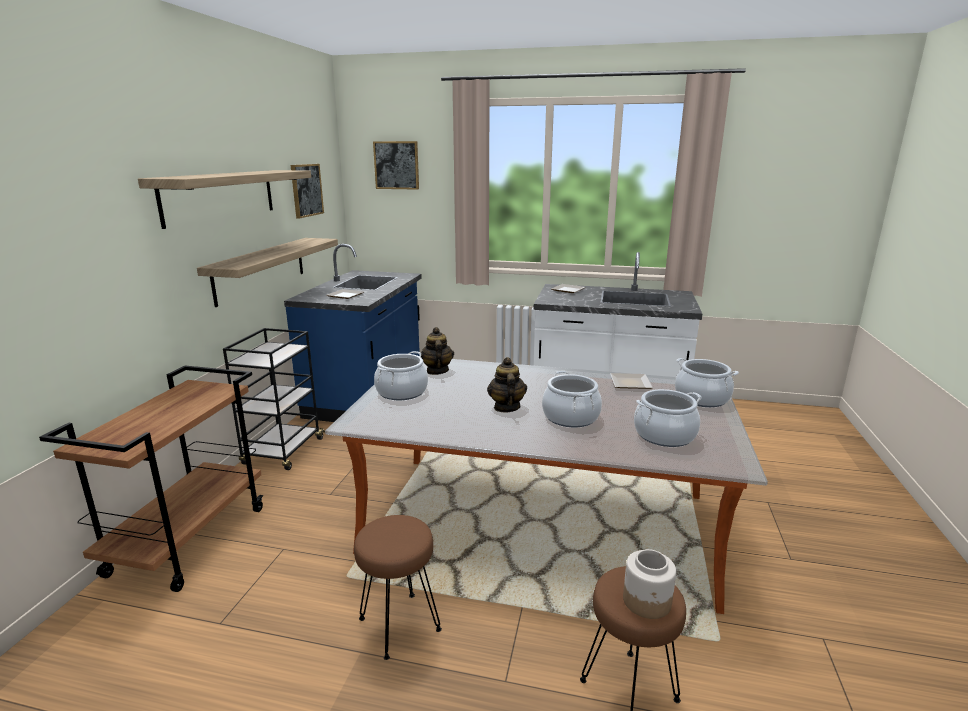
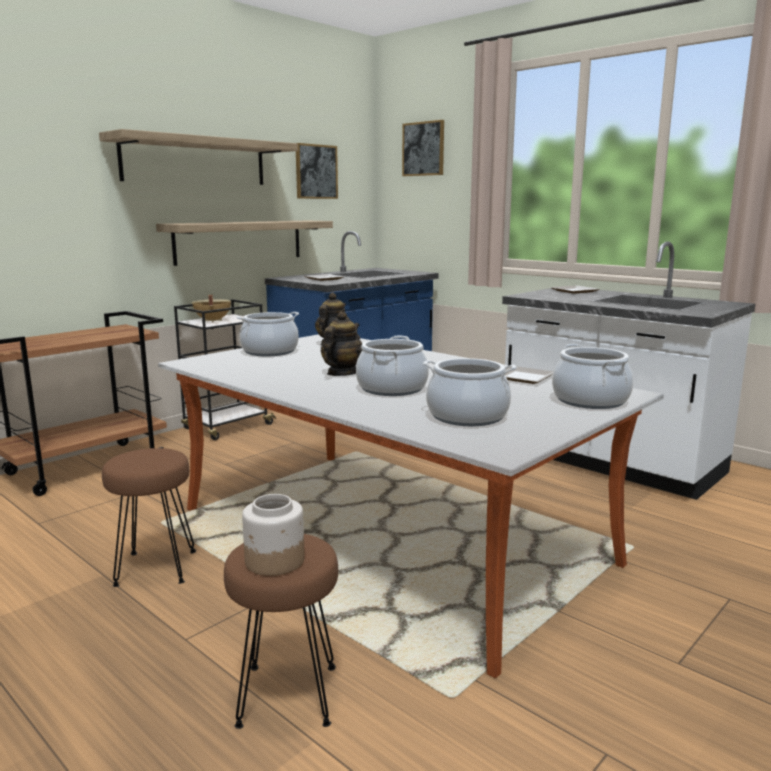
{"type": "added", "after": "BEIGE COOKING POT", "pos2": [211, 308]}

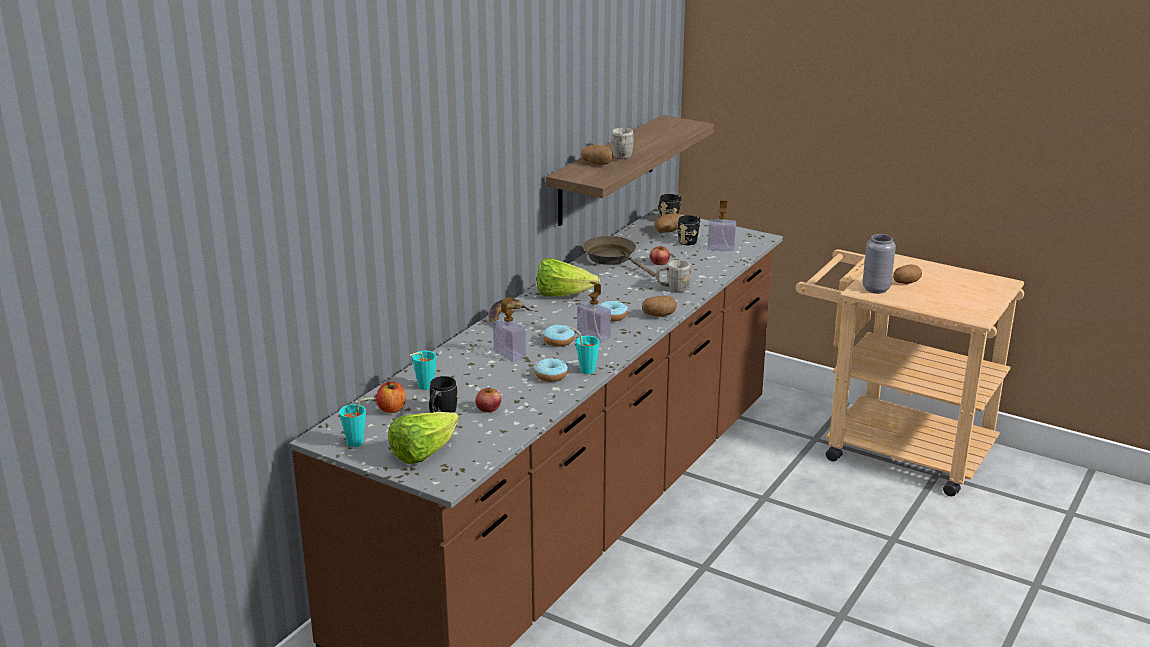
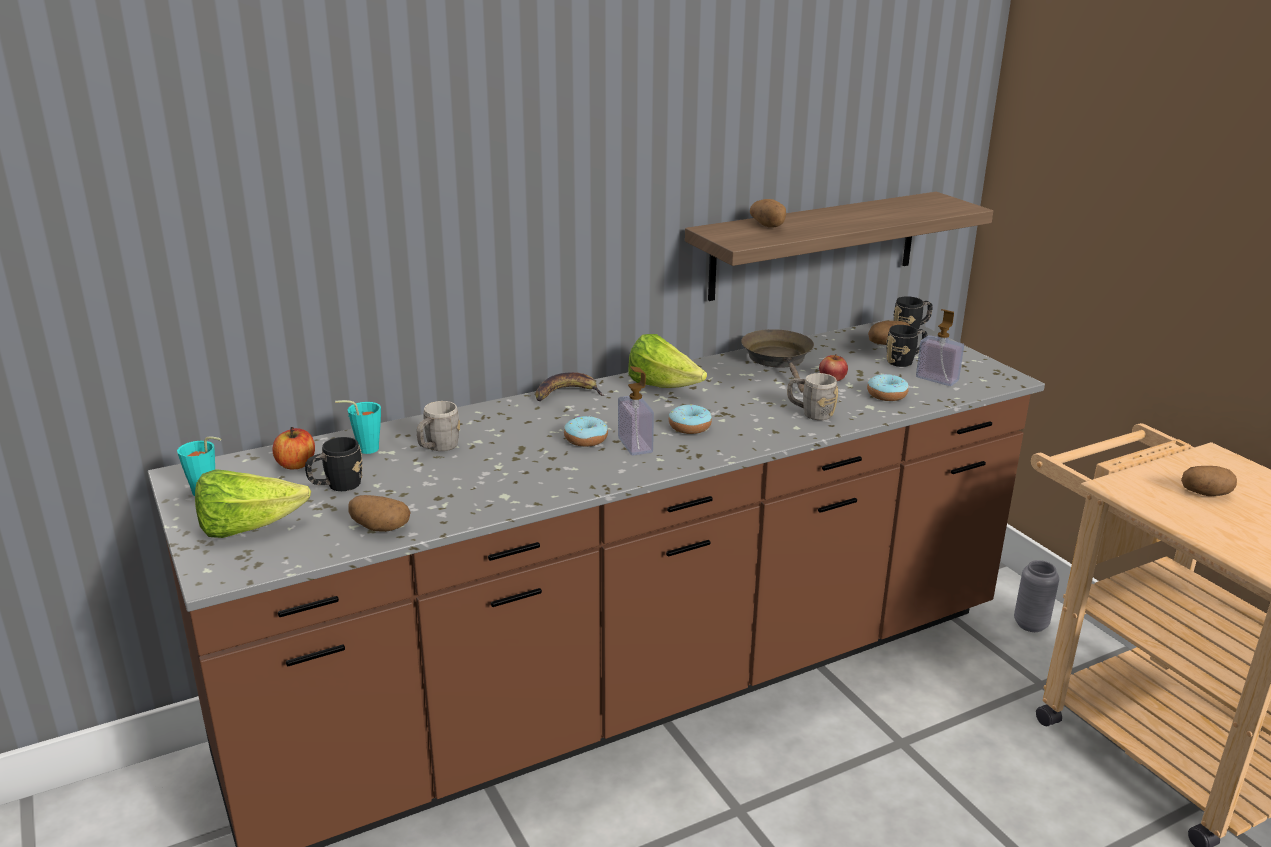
{"type": "moved", "before": "POTATO", "pos1": [659, 306], "pos2": [379, 513]}
{"type": "moved", "before": "GREY MUG", "pos1": [622, 143], "pos2": [438, 426]}
{"type": "moved", "before": "DONUT", "pos1": [551, 370], "pos2": [888, 387]}
{"type": "moved", "before": "GREY VASE", "pos1": [879, 264], "pos2": [1036, 596]}
{"type": "removed", "before": "APPLE", "pos1": [488, 400]}
{"type": "removed", "before": "SOAP DISPENSER", "pos1": [509, 329]}
{"type": "removed", "before": "TURQUOISE CUP", "pos1": [585, 350]}

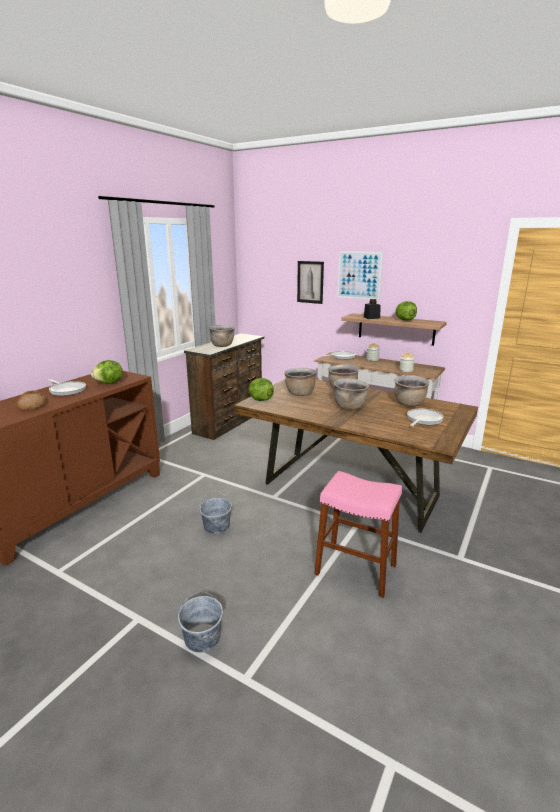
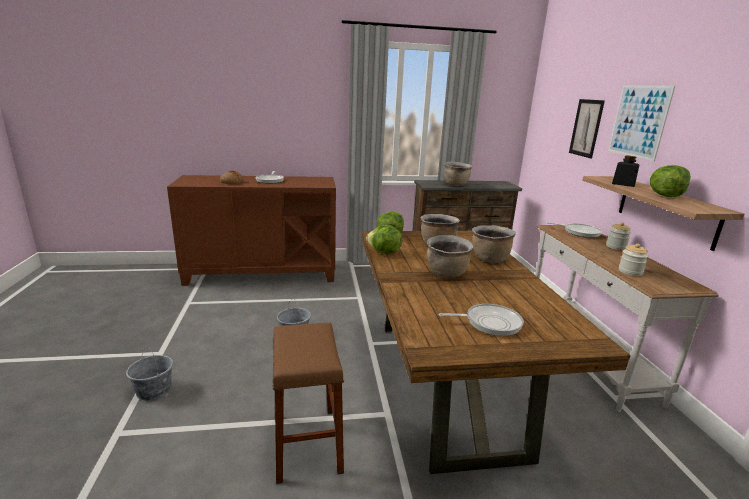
{"type": "recoloured", "before": "PINK STOOL", "after": "BROWN STOOL", "pos1": [358, 534], "pos2": [308, 403]}
{"type": "moved", "before": "LETTUCE", "pos1": [107, 372], "pos2": [384, 239]}
{"type": "removed", "before": "BROWN COOKING POT", "pos1": [412, 391]}

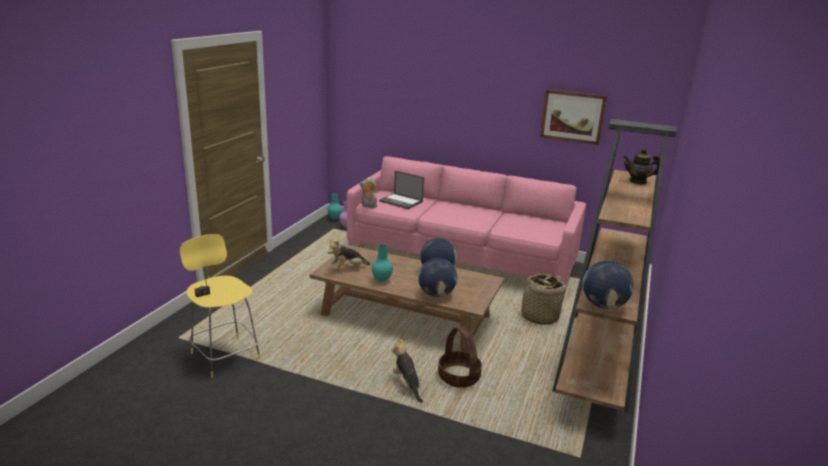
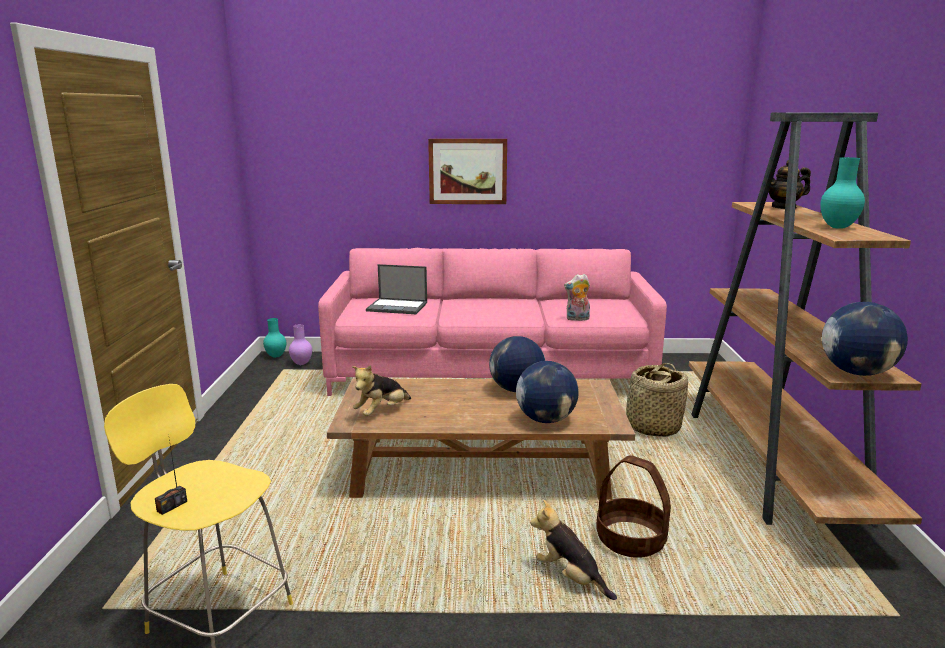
{"type": "moved", "before": "PICTURE", "pos1": [573, 117], "pos2": [467, 171]}
{"type": "moved", "before": "PLUSH TOY", "pos1": [368, 193], "pos2": [577, 297]}
{"type": "moved", "before": "TURQUOISE VASE", "pos1": [382, 263], "pos2": [842, 193]}

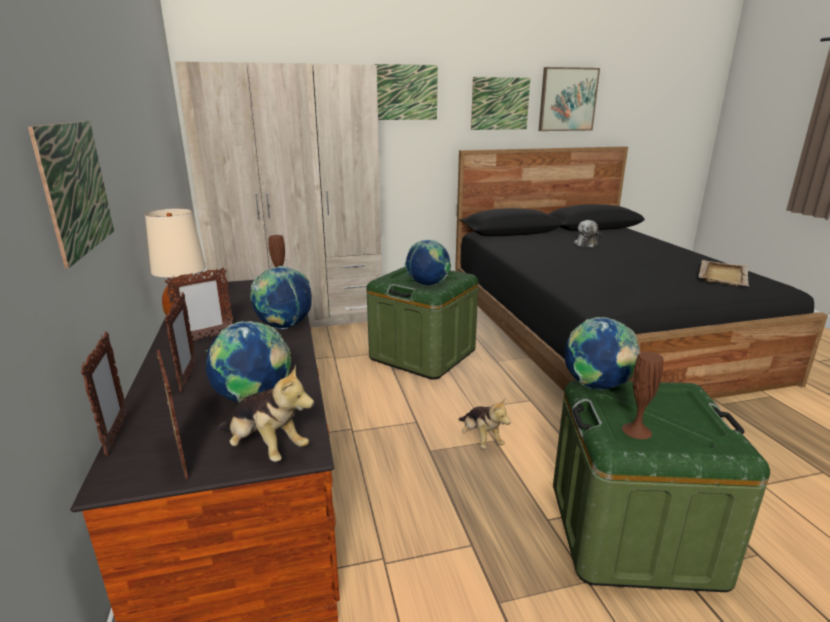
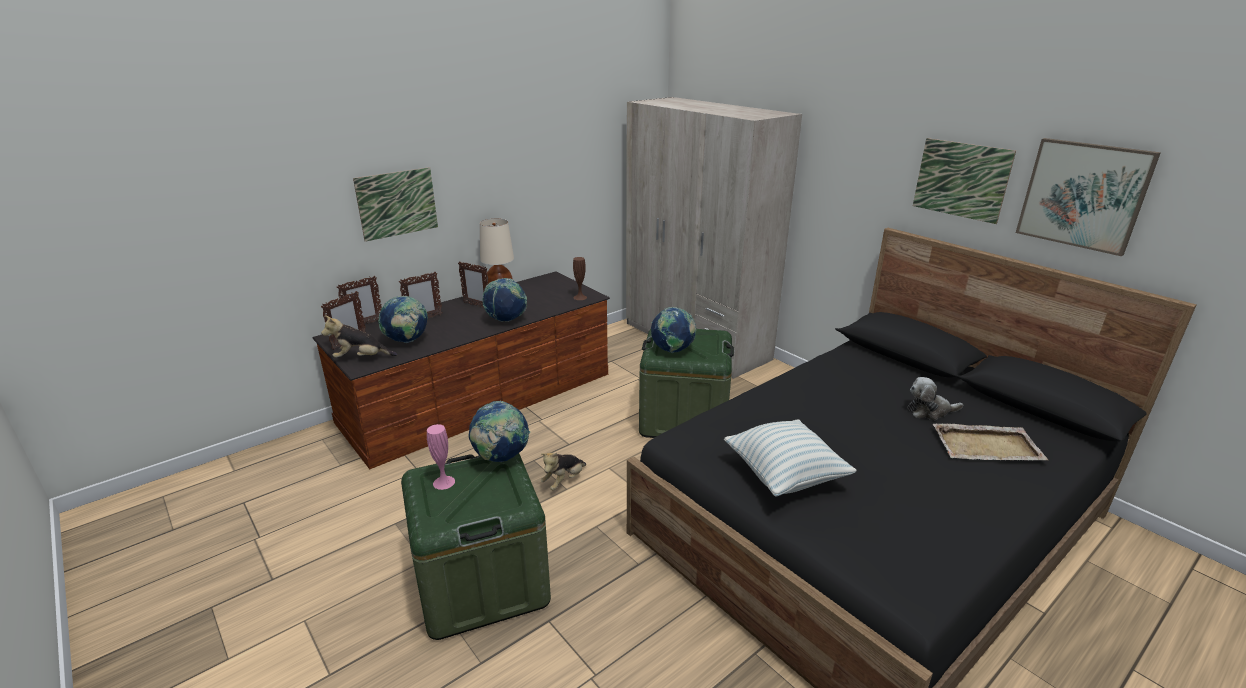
{"type": "turned", "before": "PLUSH TOY", "pos1": [265, 413], "pos2": [359, 337], "turn": 75}
{"type": "recoloured", "before": "BROWN VASE", "after": "PINK VASE", "pos1": [643, 395], "pos2": [441, 457]}
{"type": "added", "after": "PILLOW", "pos2": [790, 458]}
{"type": "moved", "before": "BEIGE TRAY", "pos1": [724, 273], "pos2": [990, 442]}
{"type": "removed", "before": "PICTURE", "pos1": [406, 92]}

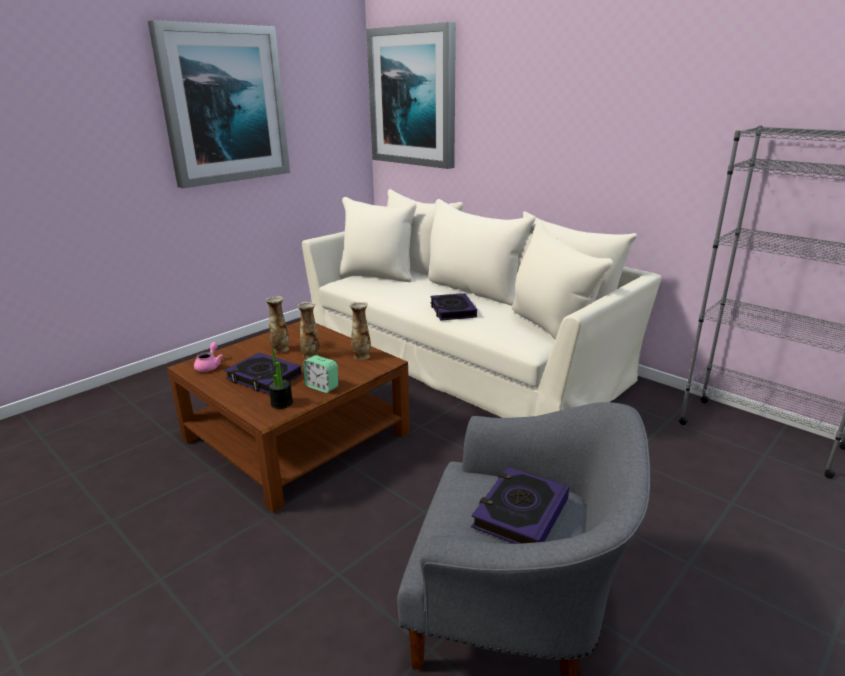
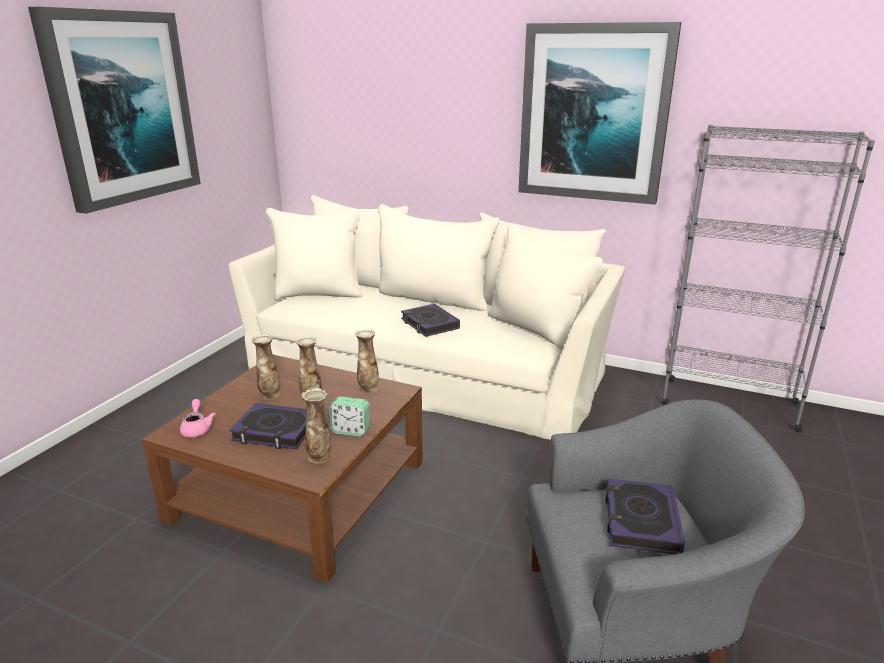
{"type": "replaced", "before": "POTTED PLANT", "after": "VASE", "pos1": [280, 378], "pos2": [316, 425]}
{"type": "moved", "before": "PICTURE", "pos1": [411, 95], "pos2": [599, 113]}

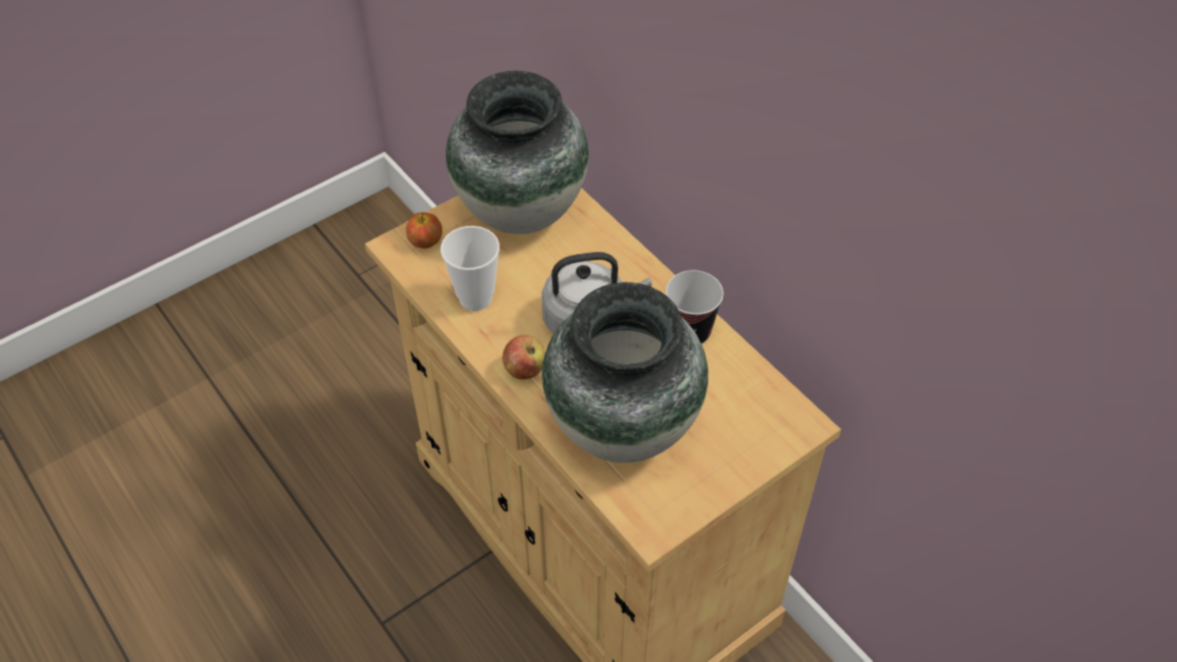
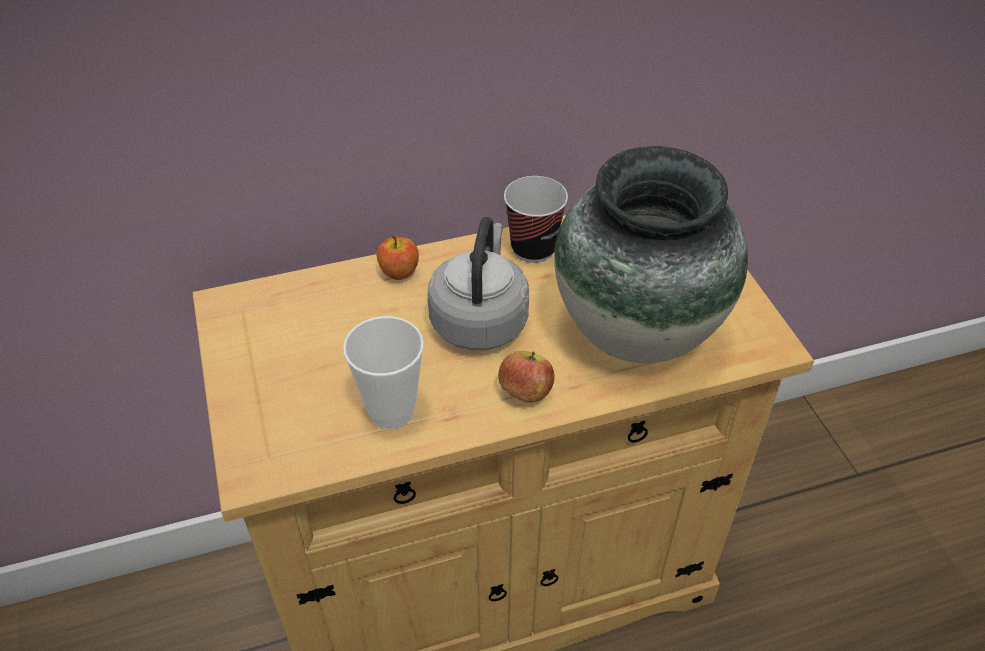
{"type": "moved", "before": "APPLE", "pos1": [424, 230], "pos2": [398, 258]}
{"type": "removed", "before": "VASE", "pos1": [517, 152]}

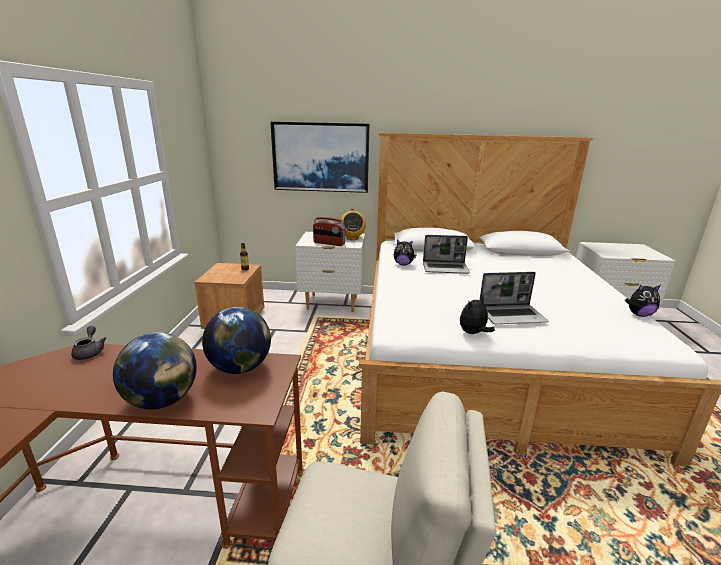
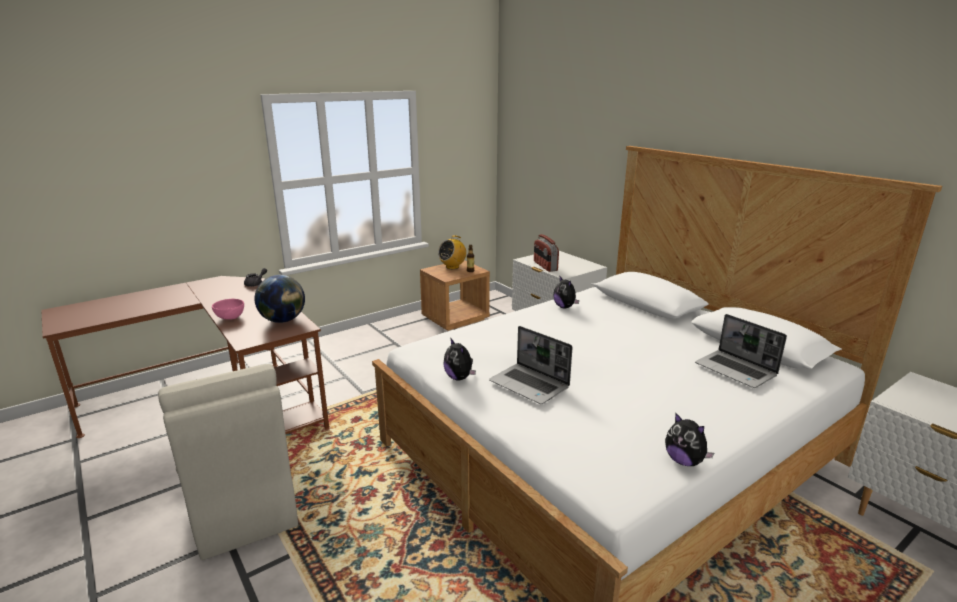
{"type": "replaced", "before": "GLOBE", "after": "PINK BOWL", "pos1": [155, 370], "pos2": [228, 309]}
{"type": "moved", "before": "RADIO", "pos1": [353, 224], "pos2": [452, 252]}
{"type": "turned", "before": "PLUSH TOY", "pos1": [477, 315], "pos2": [460, 359], "turn": -135}
{"type": "moved", "before": "LAPTOP", "pos1": [446, 254], "pos2": [741, 351]}
{"type": "removed", "before": "PICTURE", "pos1": [320, 157]}

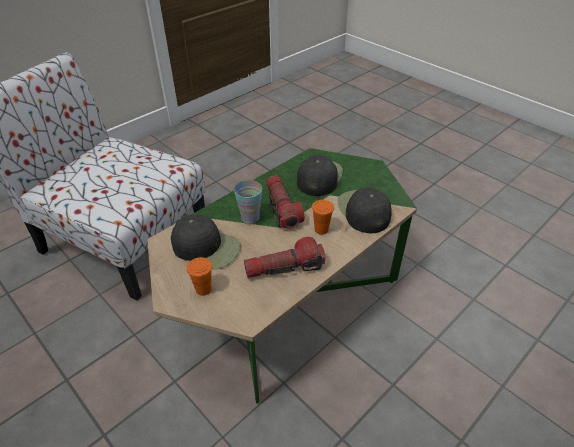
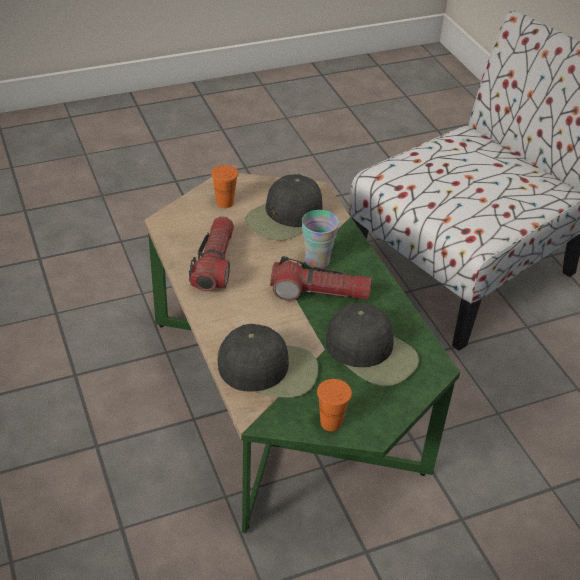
{"type": "moved", "before": "ORANGE CUP", "pos1": [323, 217], "pos2": [334, 405]}

